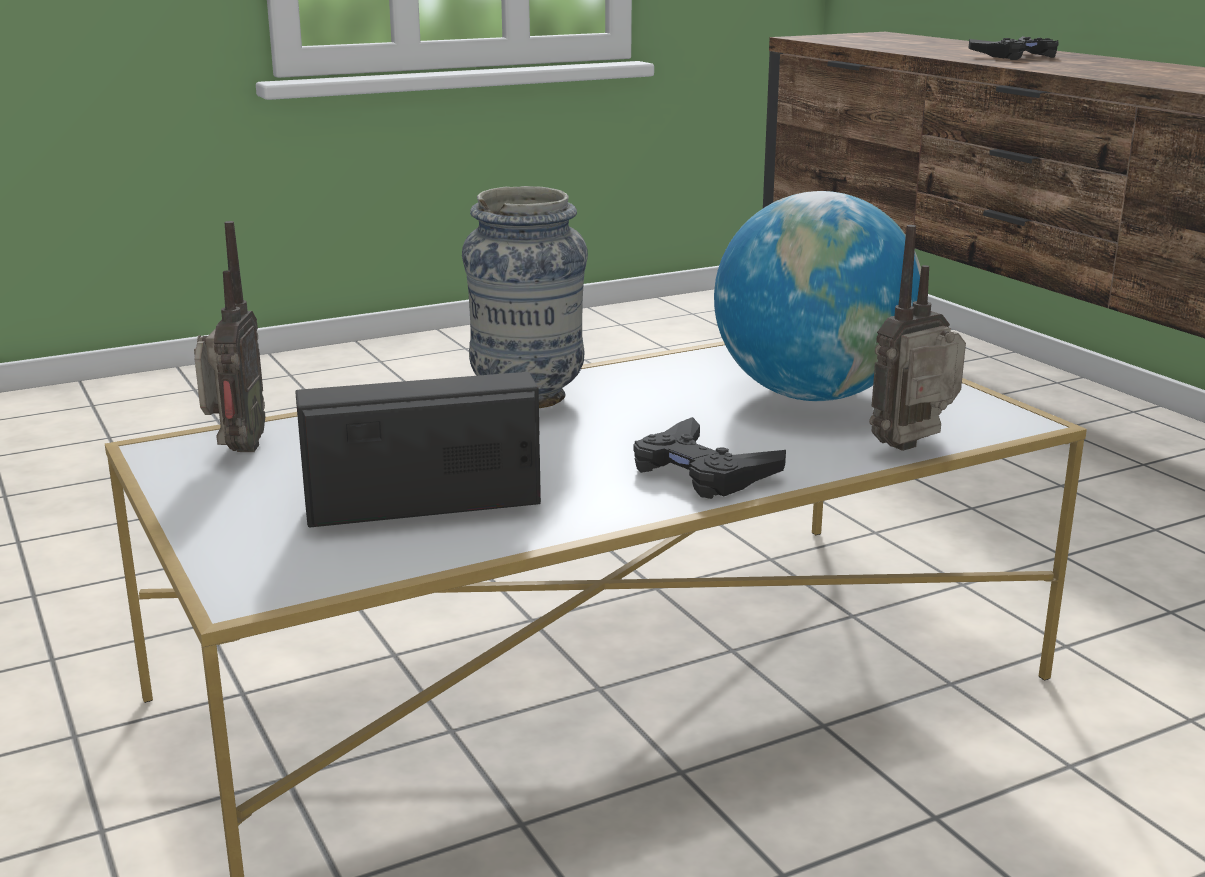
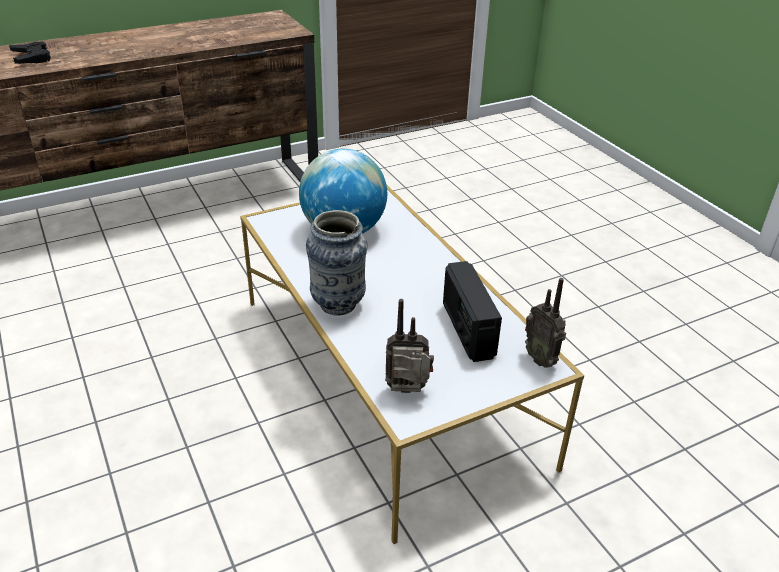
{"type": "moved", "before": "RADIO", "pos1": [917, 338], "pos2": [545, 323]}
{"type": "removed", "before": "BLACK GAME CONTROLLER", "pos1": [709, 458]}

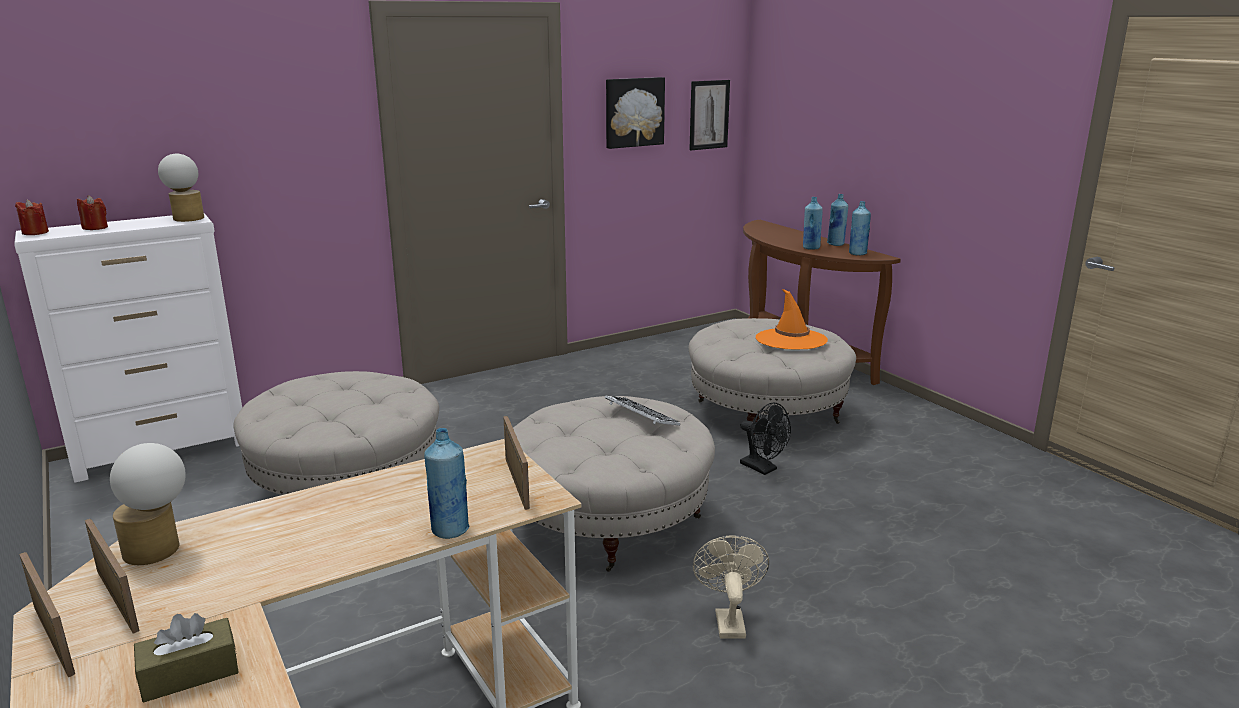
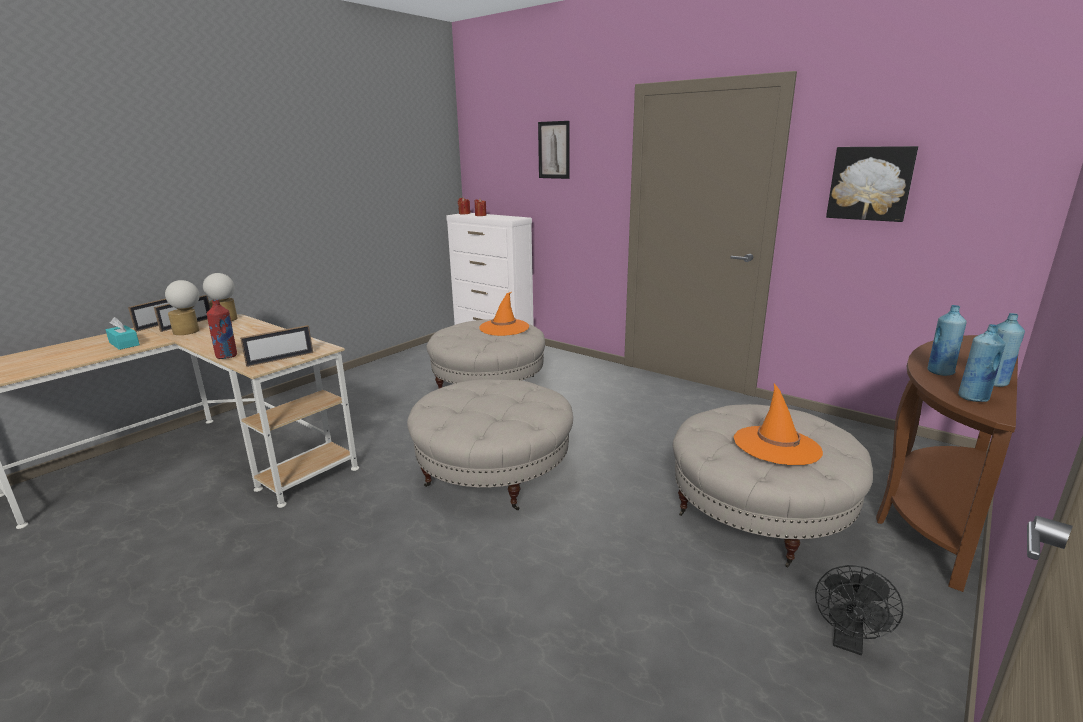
{"type": "recoloured", "before": "BROWN TISSUE BOX", "after": "TURQUOISE TISSUE BOX", "pos1": [186, 657], "pos2": [123, 333]}
{"type": "moved", "before": "TABLE LAMP", "pos1": [181, 188], "pos2": [182, 307]}
{"type": "recoloured", "before": "BLUE BOTTLE", "after": "RED BOTTLE", "pos1": [446, 483], "pos2": [222, 329]}
{"type": "added", "after": "ORANGE HAT", "pos2": [504, 314]}
{"type": "moved", "before": "PICTURE", "pos1": [709, 115], "pos2": [554, 150]}
{"type": "moved", "before": "BLACK FAN", "pos1": [765, 439], "pos2": [859, 610]}
{"type": "removed", "before": "KEYBOARD", "pos1": [642, 411]}
{"type": "removed", "before": "BEIGE FAN", "pos1": [731, 586]}

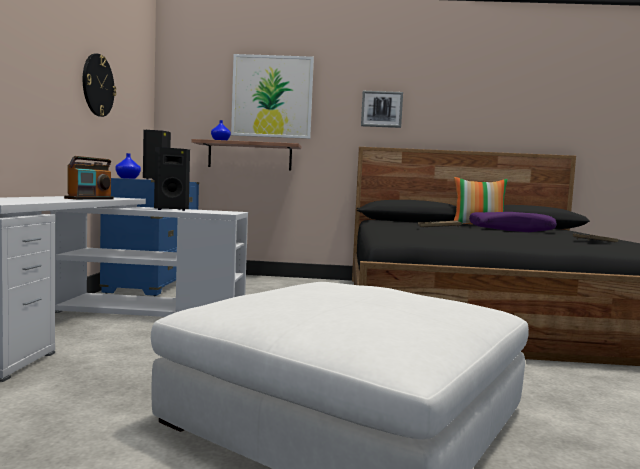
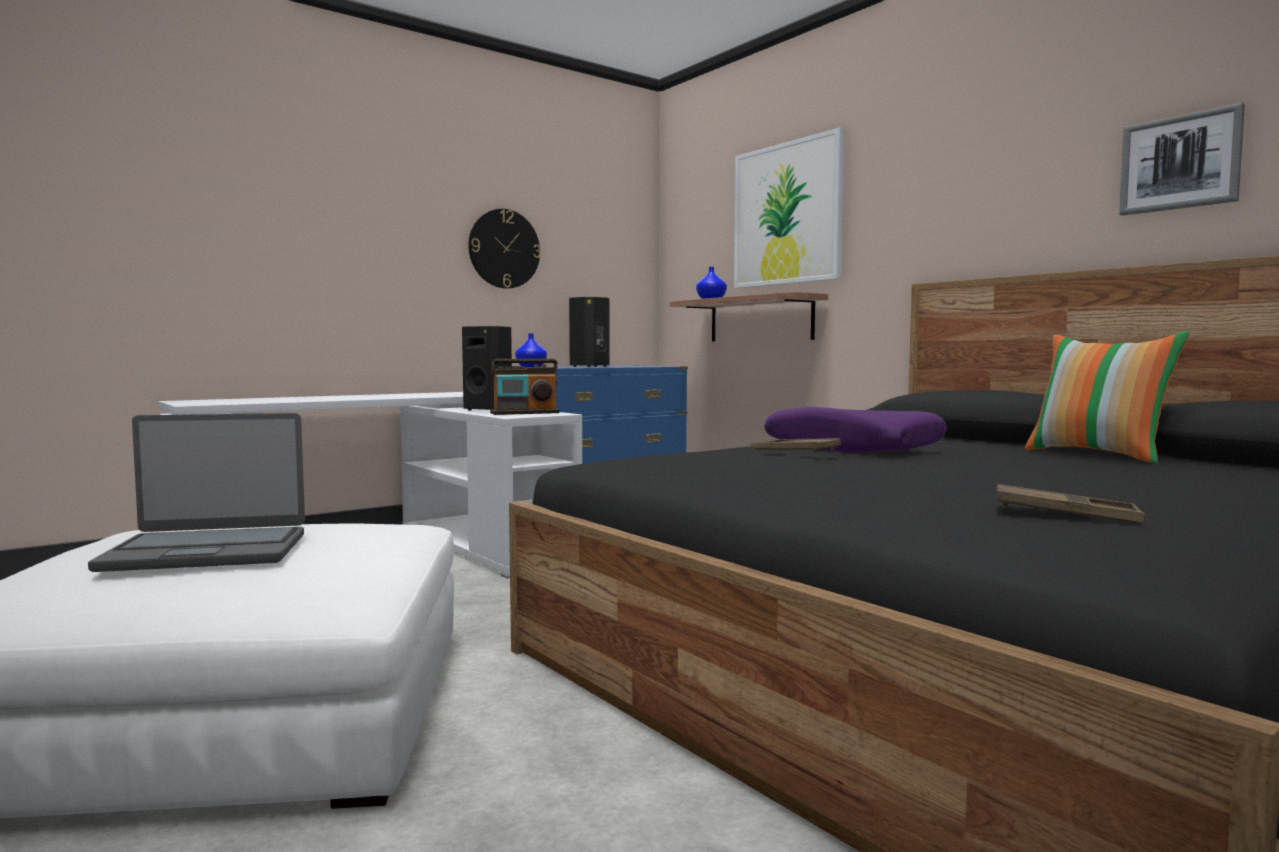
{"type": "added", "after": "LAPTOP", "pos2": [196, 492]}
{"type": "moved", "before": "RADIO", "pos1": [89, 177], "pos2": [525, 387]}
{"type": "moved", "before": "PURPLE PILLOW", "pos1": [513, 222], "pos2": [855, 430]}
{"type": "moved", "before": "PICTURE", "pos1": [382, 109], "pos2": [1182, 159]}

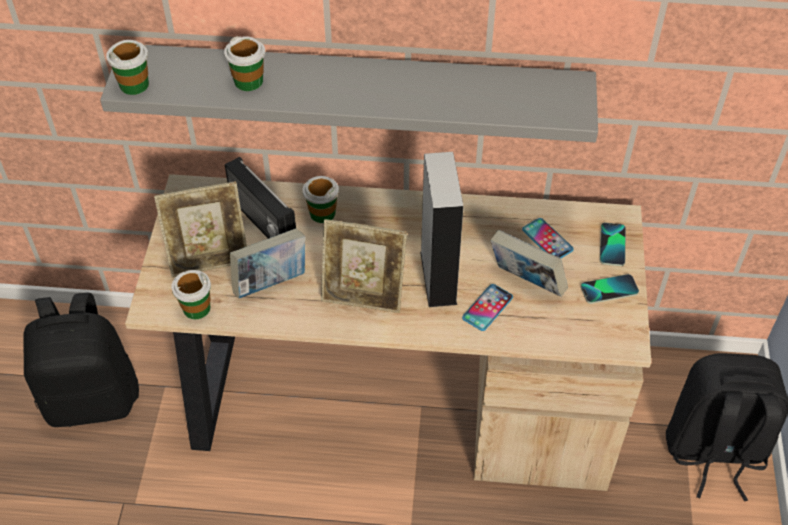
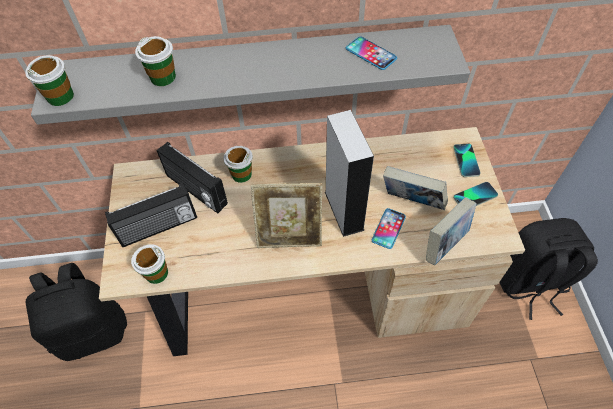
{"type": "replaced", "before": "PICTURE FRAME", "after": "RADIO", "pos1": [200, 229], "pos2": [151, 215]}
{"type": "moved", "before": "PHONE", "pos1": [548, 238], "pos2": [371, 53]}
{"type": "moved", "before": "BOOK", "pos1": [267, 263], "pos2": [451, 231]}

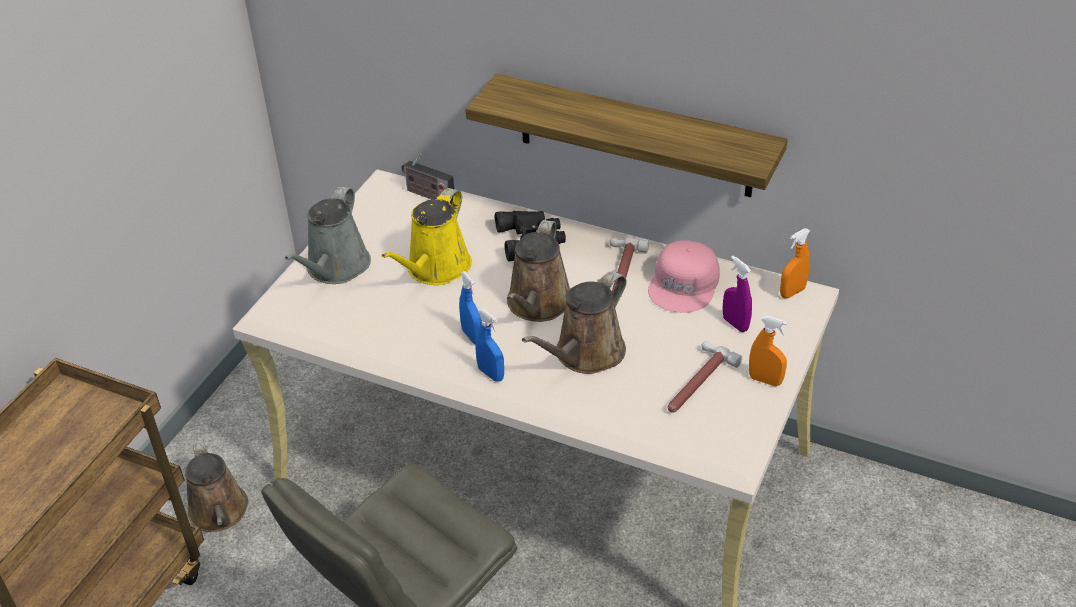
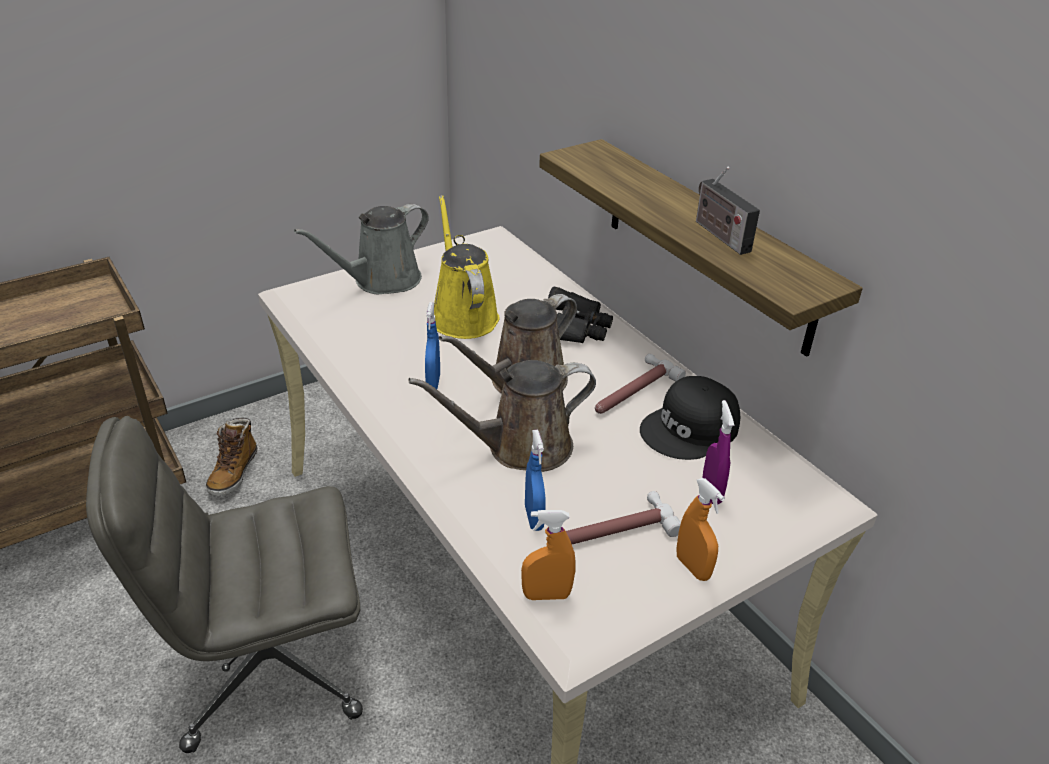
{"type": "replaced", "before": "BROWN WATERING CAN", "after": "BOOT", "pos1": [216, 485], "pos2": [231, 457]}
{"type": "turned", "before": "YELLOW WATERING CAN", "pos1": [426, 236], "pos2": [466, 267], "turn": 105}
{"type": "moved", "before": "ORANGE SPRAY BOTTLE", "pos1": [795, 263], "pos2": [548, 555]}
{"type": "moved", "before": "BLUE SPRAY BOTTLE", "pos1": [489, 345], "pos2": [535, 480]}
{"type": "recoloured", "before": "PINK CAP", "after": "BLACK CAP", "pos1": [684, 276], "pos2": [690, 418]}
{"type": "moved", "before": "RADIO", "pos1": [428, 179], "pos2": [728, 211]}

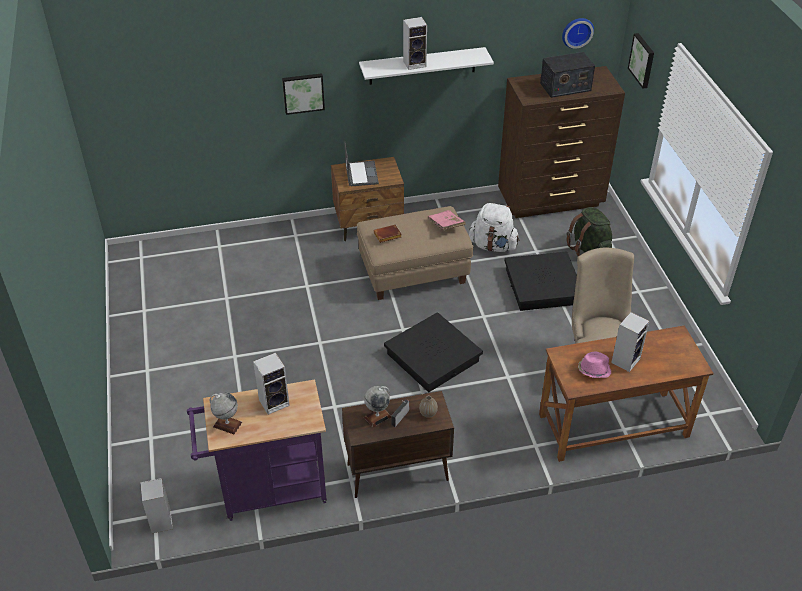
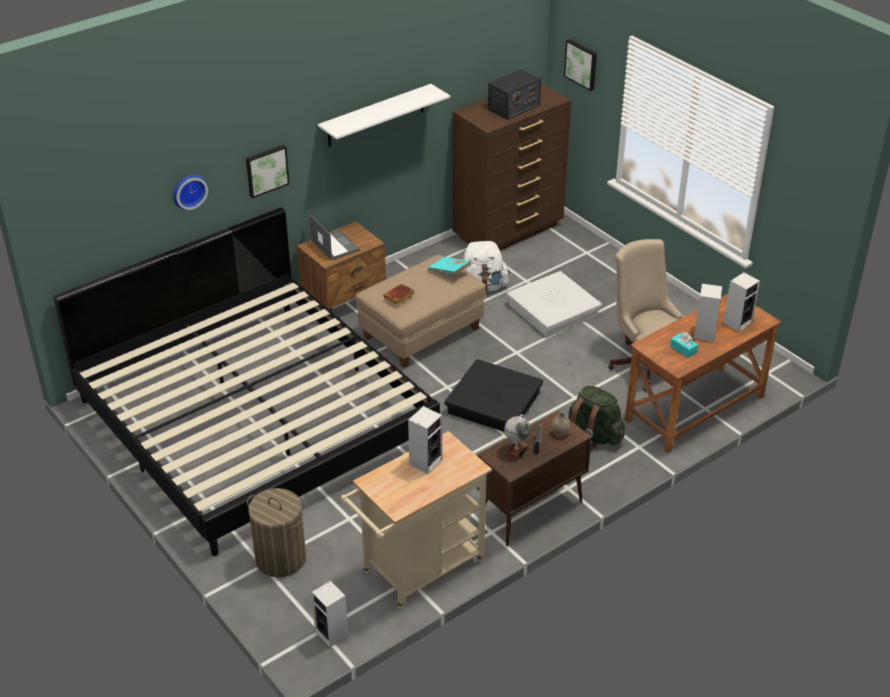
{"type": "added", "after": "BED", "pos2": [246, 381]}
{"type": "moved", "before": "WALL CLOCK", "pos1": [578, 33], "pos2": [190, 192]}
{"type": "added", "after": "LAUNDRY BASKET", "pos2": [276, 532]}
{"type": "recoloured", "before": "PURPLE CART", "after": "BEIGE CART", "pos1": [257, 450], "pos2": [416, 519]}
{"type": "recoloured", "before": "PINK BOOK", "after": "TURQUOISE BOOK", "pos1": [447, 220], "pos2": [449, 266]}
{"type": "recoloured", "before": "BLACK STORAGE BOX", "after": "WHITE STORAGE BOX", "pos1": [541, 281], "pos2": [554, 304]}
{"type": "moved", "before": "GREEN BACKPACK", "pos1": [589, 231], "pos2": [596, 417]}
{"type": "replaced", "before": "PINK HAT", "after": "TURQUOISE TISSUE BOX", "pos1": [594, 365], "pos2": [684, 345]}
{"type": "moved", "before": "SPEAKER", "pos1": [415, 43], "pos2": [741, 302]}
{"type": "removed", "before": "GLOBE", "pos1": [226, 413]}

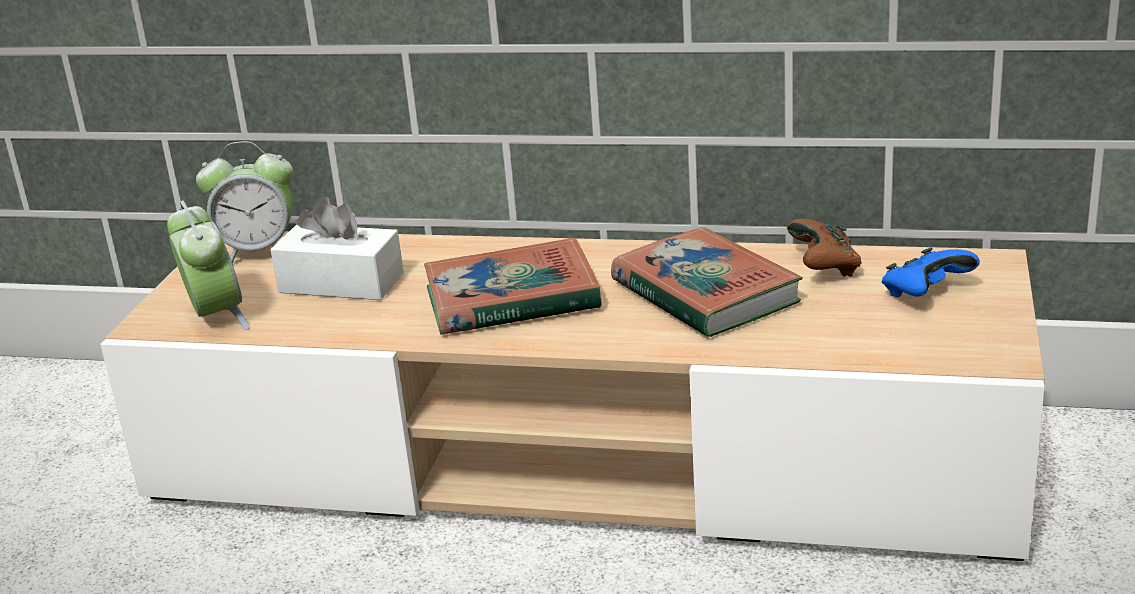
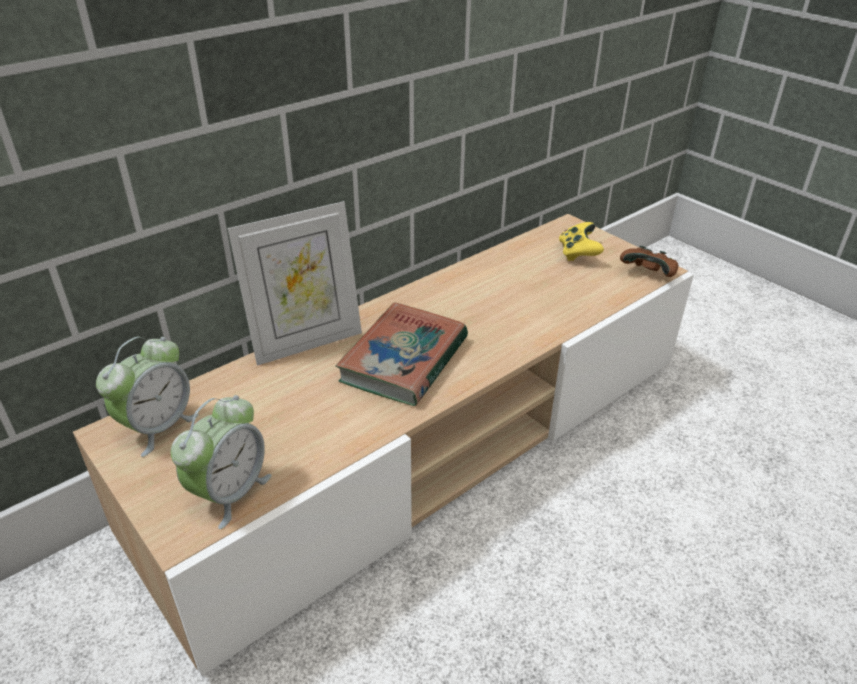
{"type": "turned", "before": "ALARM CLOCK", "pos1": [208, 264], "pos2": [221, 462], "turn": 105}
{"type": "added", "after": "PICTURE FRAME", "pos2": [295, 283]}
{"type": "recoloured", "before": "BLUE GAME CONTROLLER", "after": "YELLOW GAME CONTROLLER", "pos1": [931, 273], "pos2": [581, 241]}
{"type": "moved", "before": "BROWN GAME CONTROLLER", "pos1": [824, 248], "pos2": [649, 261]}
{"type": "removed", "before": "WHITE TISSUE BOX", "pos1": [337, 248]}
{"type": "removed", "before": "BOOK", "pos1": [707, 282]}

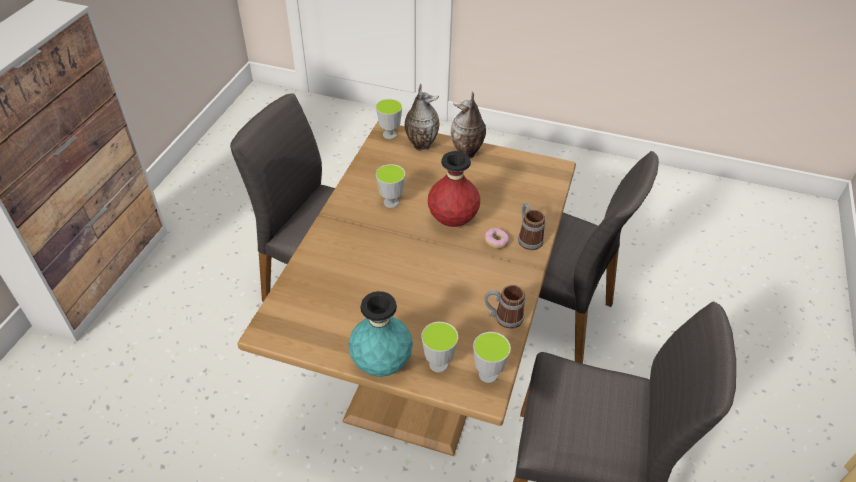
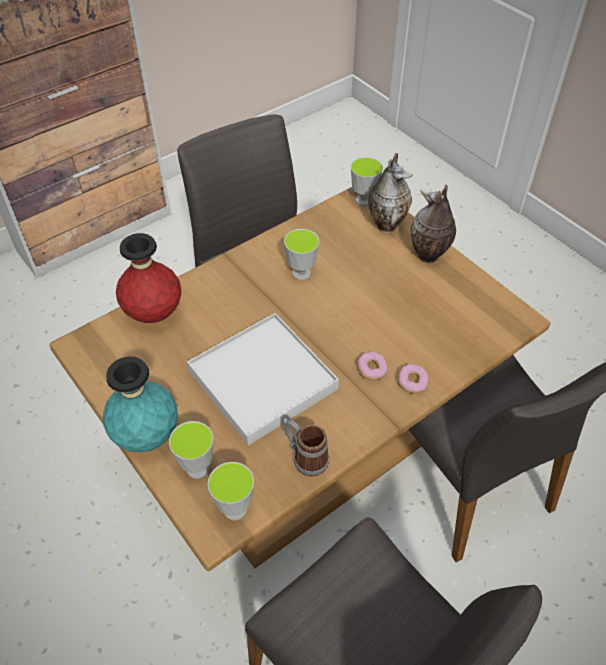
{"type": "moved", "before": "RED VASE", "pos1": [454, 189], "pos2": [148, 278]}
{"type": "added", "after": "WHITE TRAY", "pos2": [263, 379]}
{"type": "replaced", "before": "MUG", "after": "DONUT", "pos1": [531, 226], "pos2": [413, 379]}

